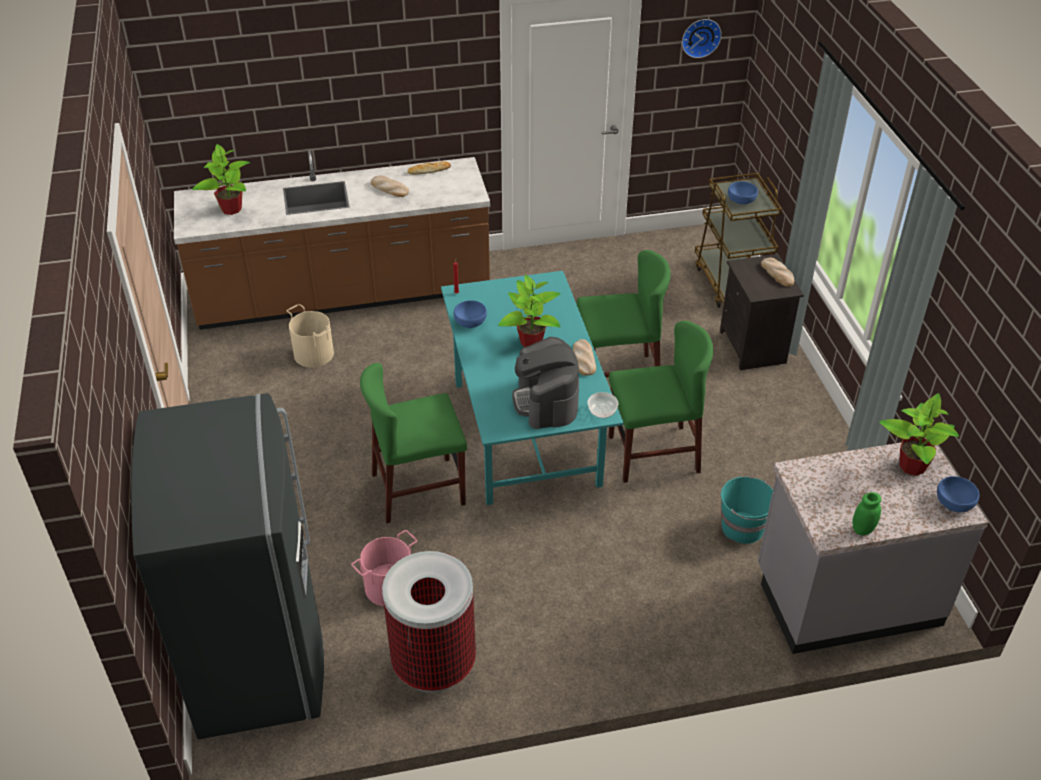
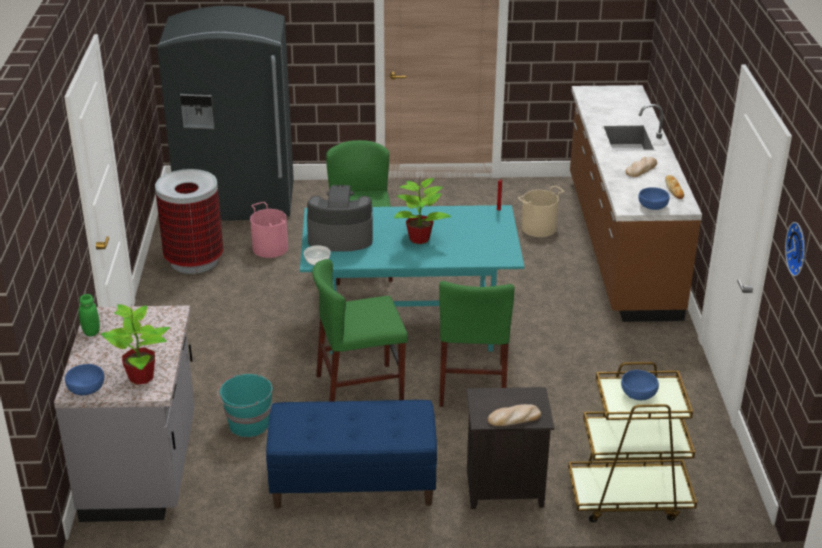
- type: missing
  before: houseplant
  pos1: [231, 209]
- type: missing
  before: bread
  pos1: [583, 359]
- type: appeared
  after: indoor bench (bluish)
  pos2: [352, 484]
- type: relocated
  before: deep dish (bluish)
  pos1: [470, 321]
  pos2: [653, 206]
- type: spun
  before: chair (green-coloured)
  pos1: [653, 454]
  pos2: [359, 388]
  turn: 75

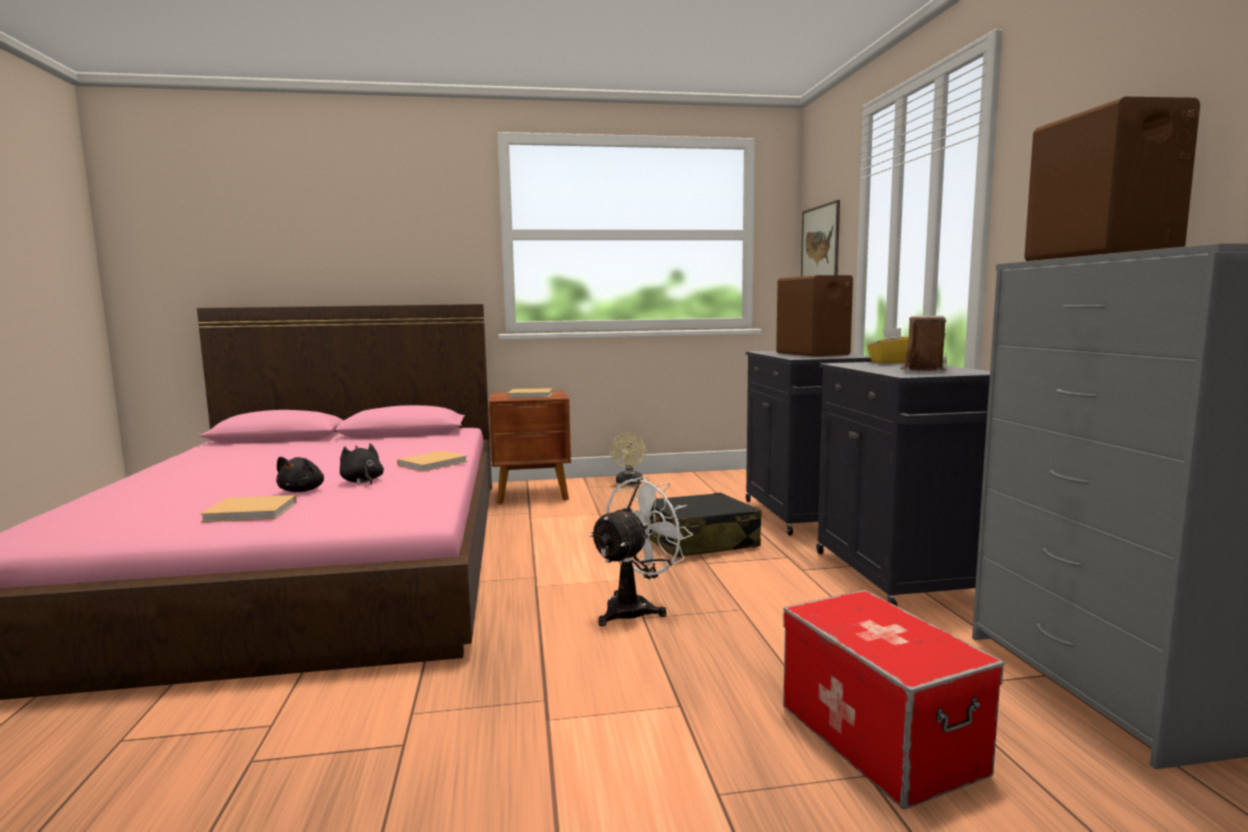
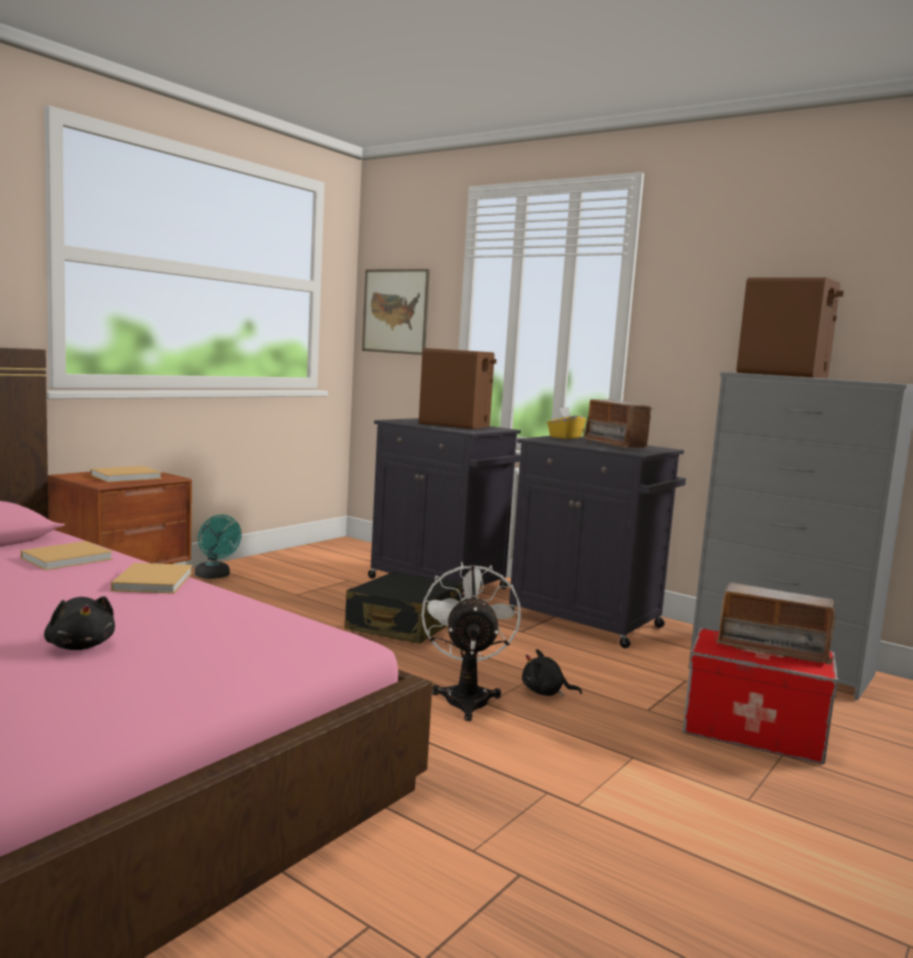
- type: appeared
  after: radio set
  pos2: [772, 649]
- type: relocated
  before: book (beige-coloured)
  pos1: [253, 512]
  pos2: [69, 558]
- type: relocated
  before: cuddly toy (black-coloured)
  pos1: [362, 481]
  pos2: [545, 692]
- type: colour
  before: fan (beige-coloured)
  after: fan (blue-green)
  pos1: [629, 483]
  pos2: [215, 576]

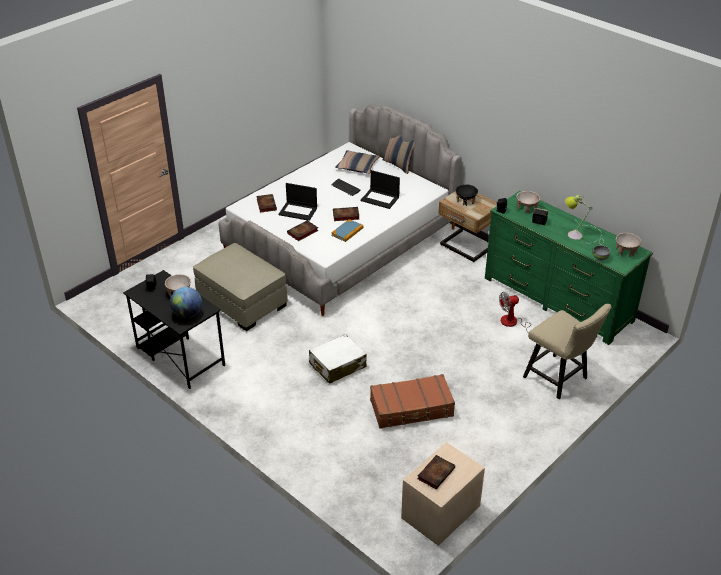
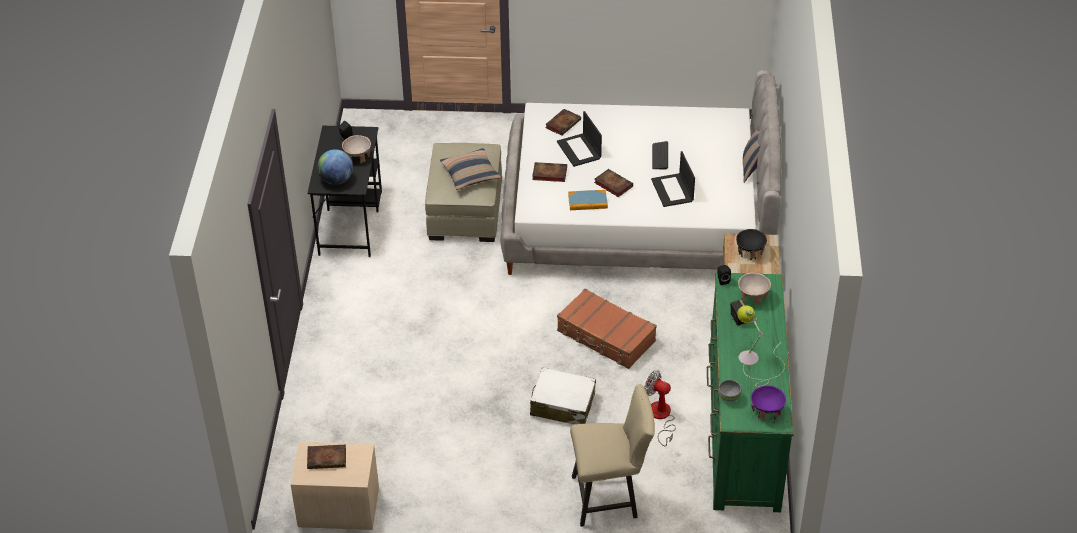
- type: relocated
  before: piece of luggage (whitish)
  pos1: [337, 365]
  pos2: [562, 404]
- type: relocated
  before: throw pillow
  pos1: [357, 166]
  pos2: [470, 174]
- type: relocated
  before: piece of luggage (brownish)
  pos1: [412, 408]
  pos2: [606, 337]
- type: colour
  before: deep dish (beige-coloured)
  after: deep dish (purple-coloured)
  pos1: [626, 251]
  pos2: [767, 411]
- type: spun
  before: chair (beige-coloured)
  pos1: [559, 379]
  pos2: [610, 497]
  turn: -105

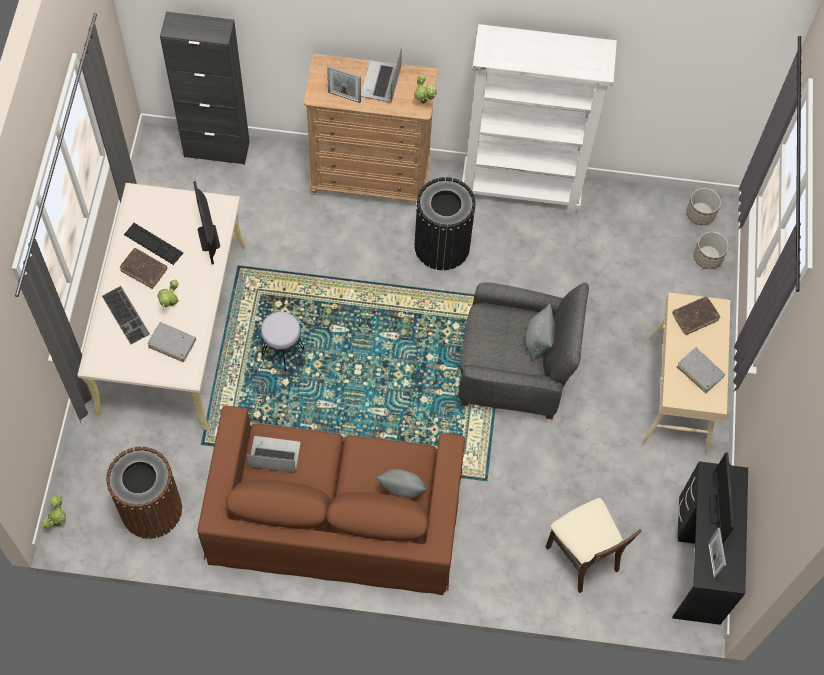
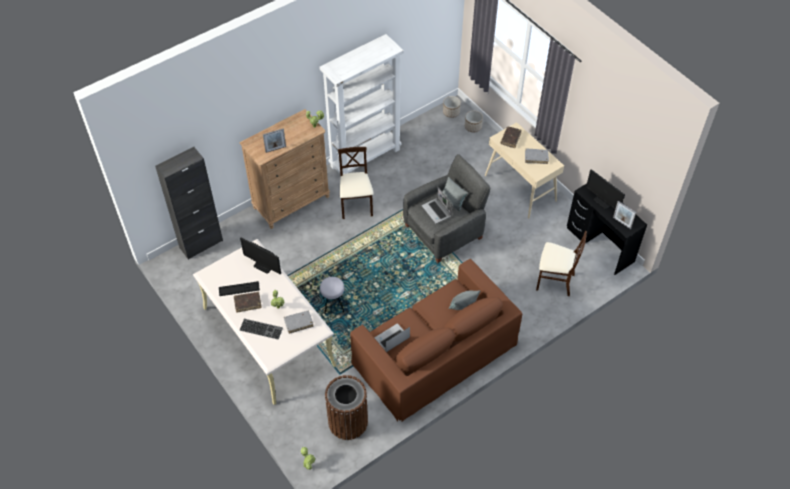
- type: relocated
  before: notebook computer
  pos1: [381, 83]
  pos2: [437, 211]
- type: exchanged
  before: trash can (black-coloured)
  after: chair (beige-coloured)
  pos1: [442, 246]
  pos2: [356, 206]

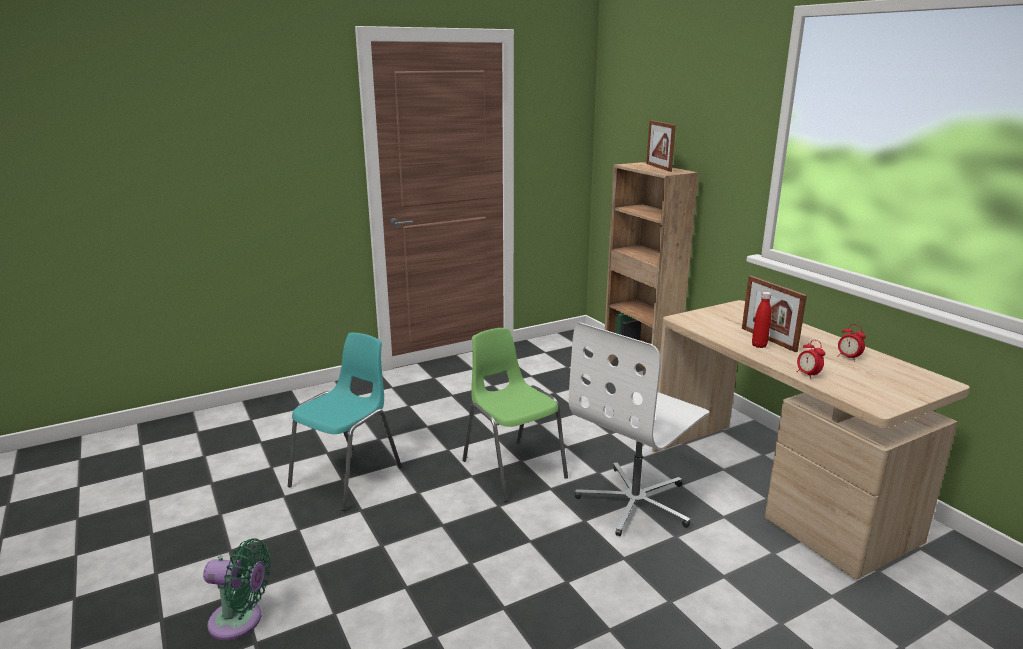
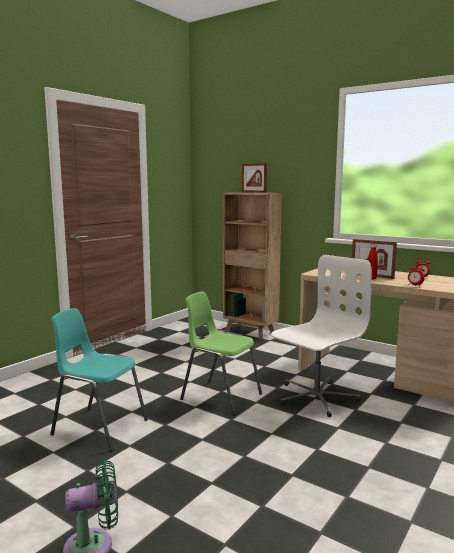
- type: spun
  before: chair (blue-green)
  pos1: [348, 477]
  pos2: [99, 427]
  turn: -75
- type: spun
  before: office chair (whitish)
  pos1: [636, 502]
  pos2: [315, 397]
  turn: -150

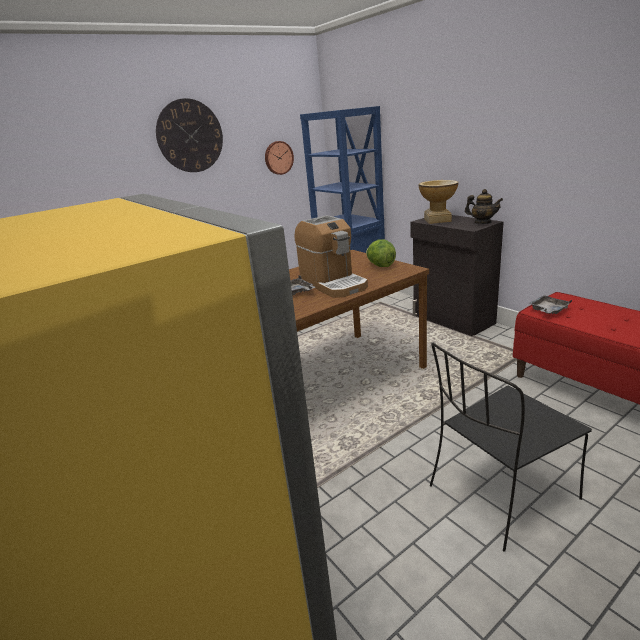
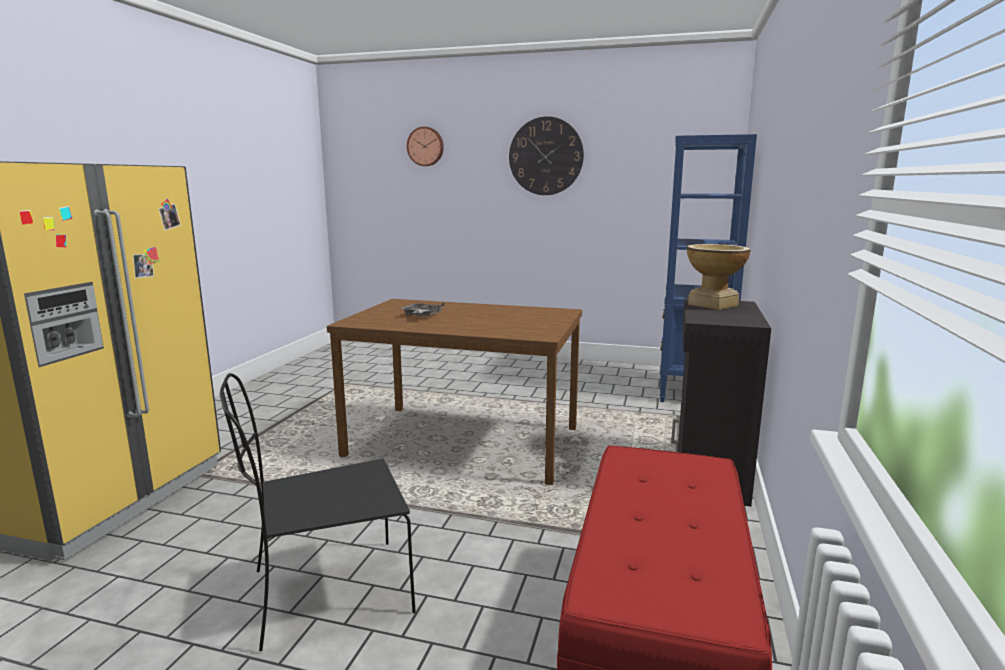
- type: missing
  before: coffee machine
  pos1: [333, 284]
- type: missing
  before: lettuce head
  pos1: [380, 266]
- type: missing
  before: pot for tea
  pos1: [482, 222]
- type: missing
  before: tray (greyish)
  pos1: [548, 310]
- type: relocated
  before: wall clock
  pos1: [278, 158]
  pos2: [425, 146]
- type: spun
  before: chair (black-coloured)
  pos1: [500, 494]
  pos2: [327, 593]
  turn: -45

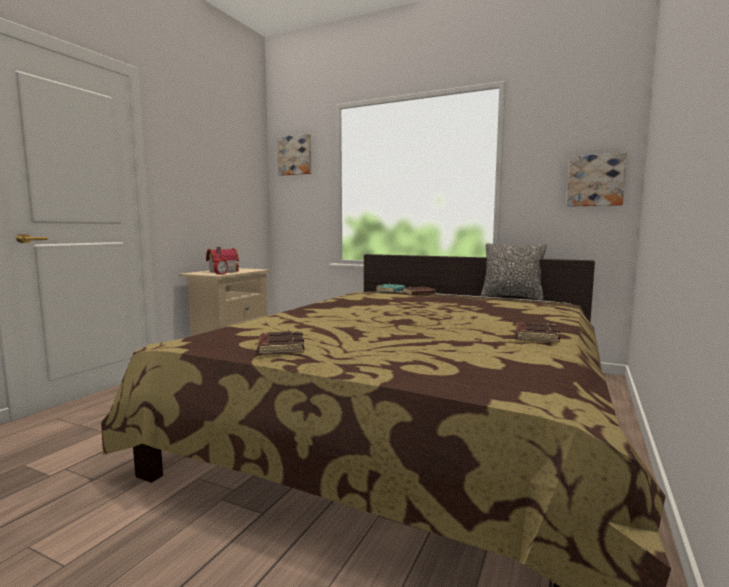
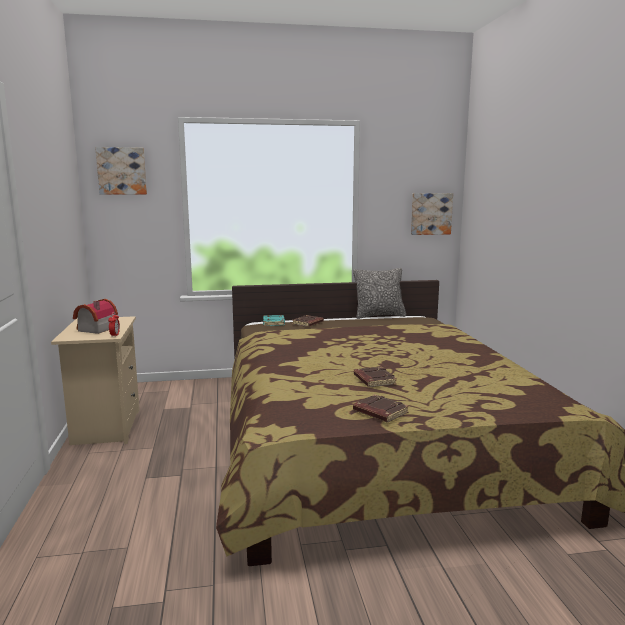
- type: relocated
  before: book (brownish)
  pos1: [535, 336]
  pos2: [373, 380]

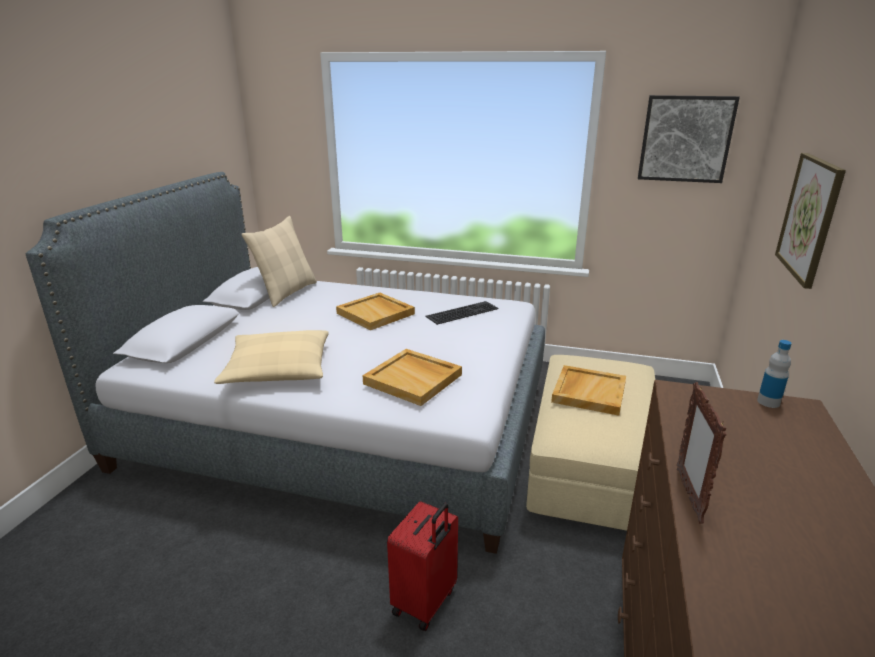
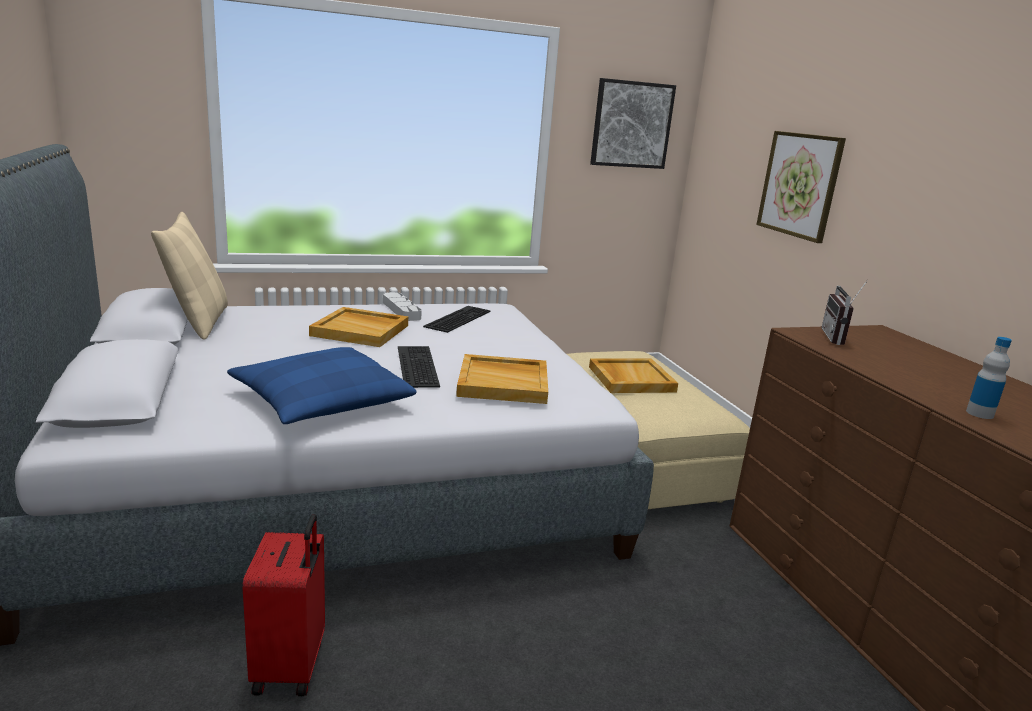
- type: missing
  before: photo frame
  pos1: [688, 495]
- type: appeared
  after: tray (greyish)
  pos2: [401, 310]
- type: appeared
  after: computer keyboard
  pos2: [415, 365]
- type: appeared
  after: radio set
  pos2: [839, 339]
- type: relocated
  before: piece of luggage (red)
  pos1: [425, 602]
  pos2: [291, 667]
- type: relocated
  before: bottle
  pos1: [768, 402]
  pos2: [979, 413]
- type: colour
  before: throw pillow (beige-coloured)
  after: throw pillow (bluish)
  pos1: [278, 369]
  pos2: [321, 401]

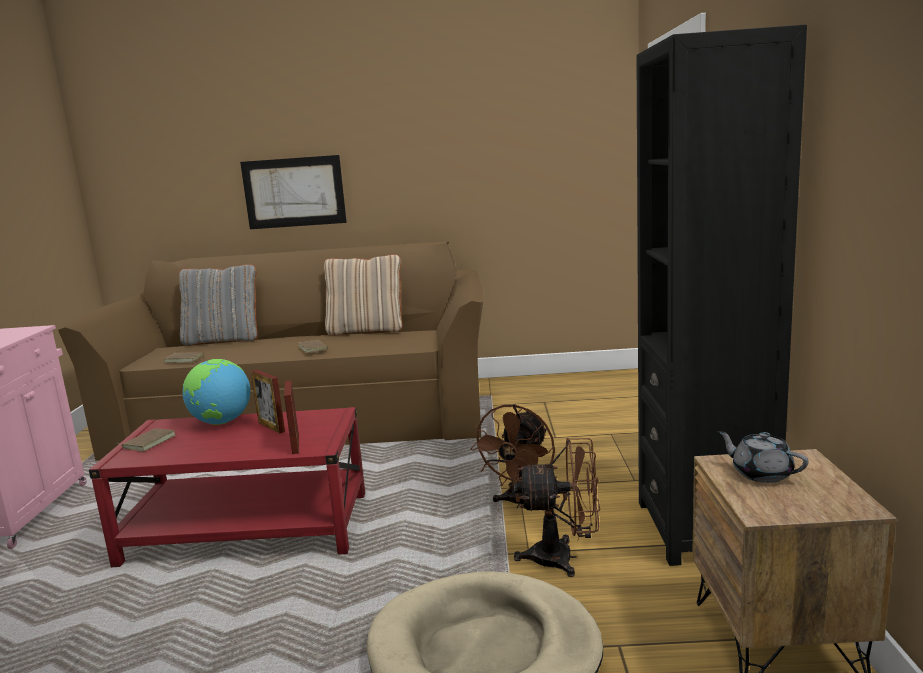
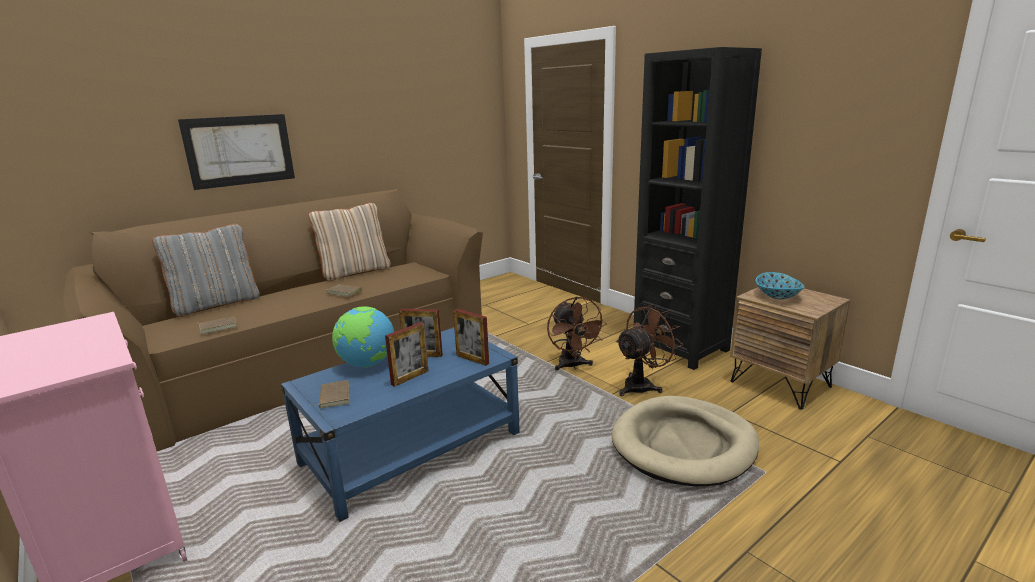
- type: appeared
  after: photo frame
  pos2: [410, 377]
- type: exchanged
  before: pot for tea (greyish)
  after: deep dish
  pos1: [761, 473]
  pos2: [777, 296]
- type: colour
  before: lounge table (red)
  after: lounge table (bluish)
  pos1: [248, 528]
  pos2: [412, 448]

